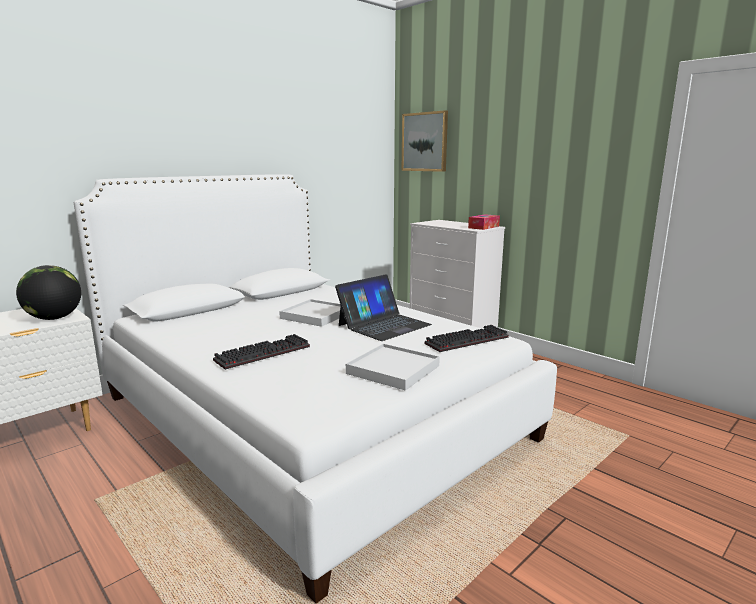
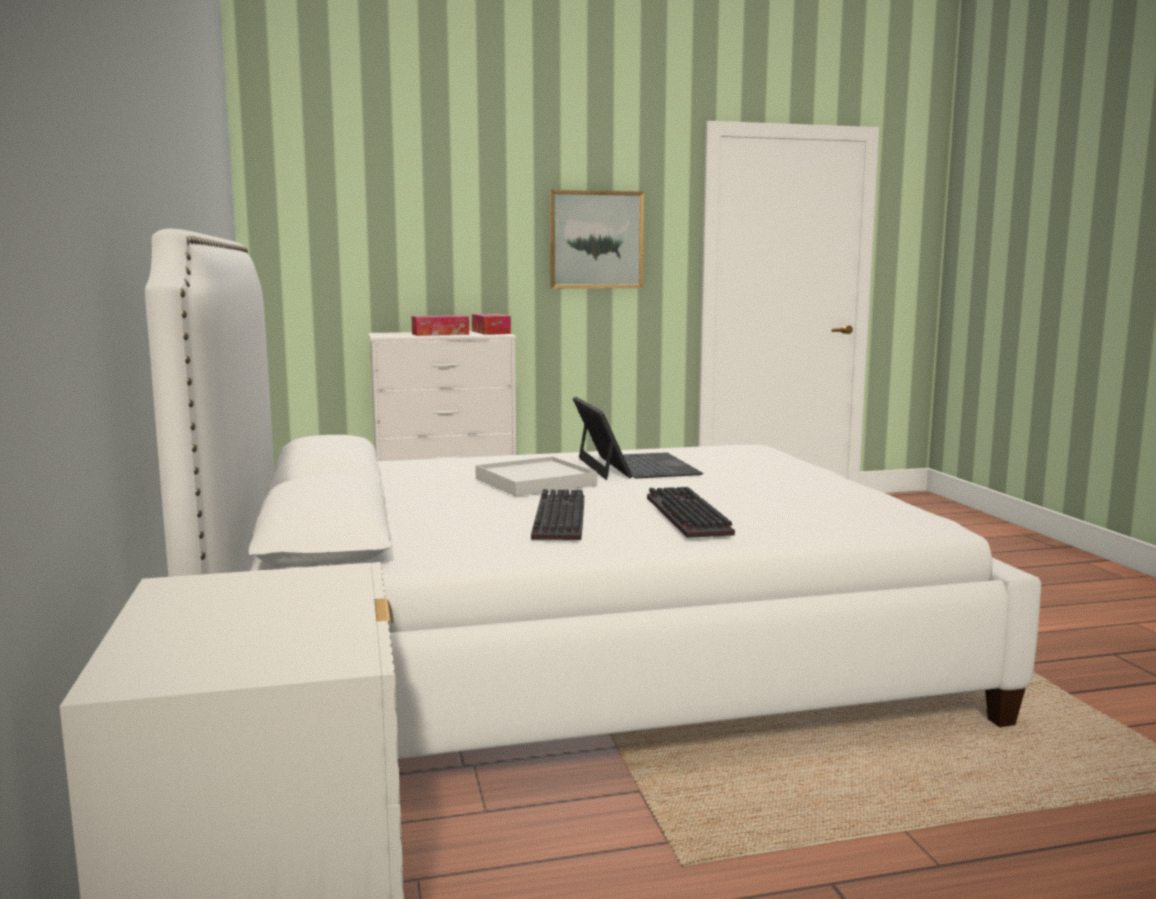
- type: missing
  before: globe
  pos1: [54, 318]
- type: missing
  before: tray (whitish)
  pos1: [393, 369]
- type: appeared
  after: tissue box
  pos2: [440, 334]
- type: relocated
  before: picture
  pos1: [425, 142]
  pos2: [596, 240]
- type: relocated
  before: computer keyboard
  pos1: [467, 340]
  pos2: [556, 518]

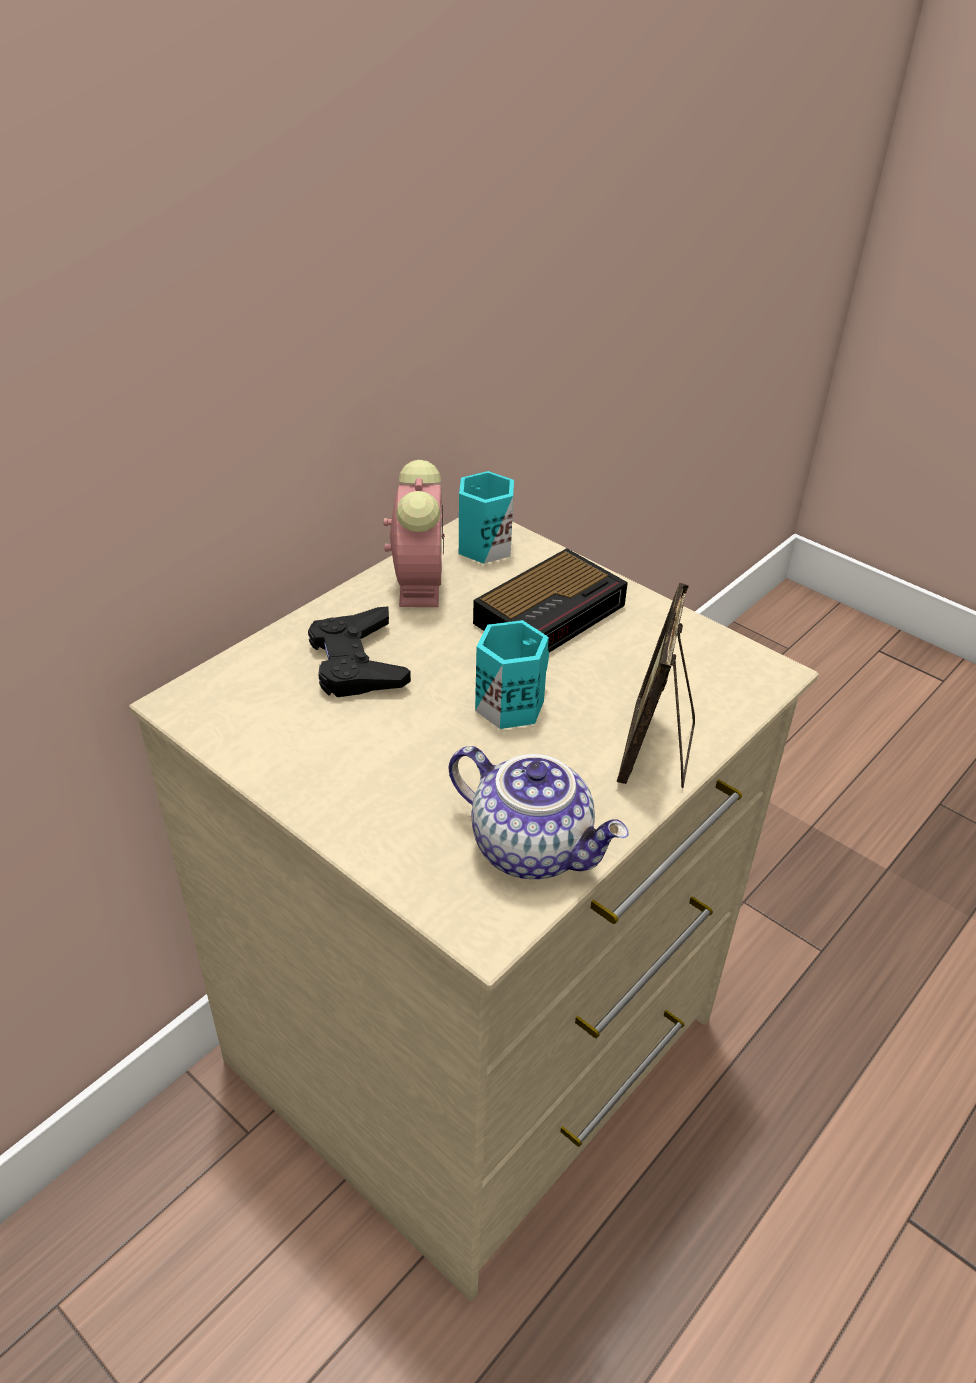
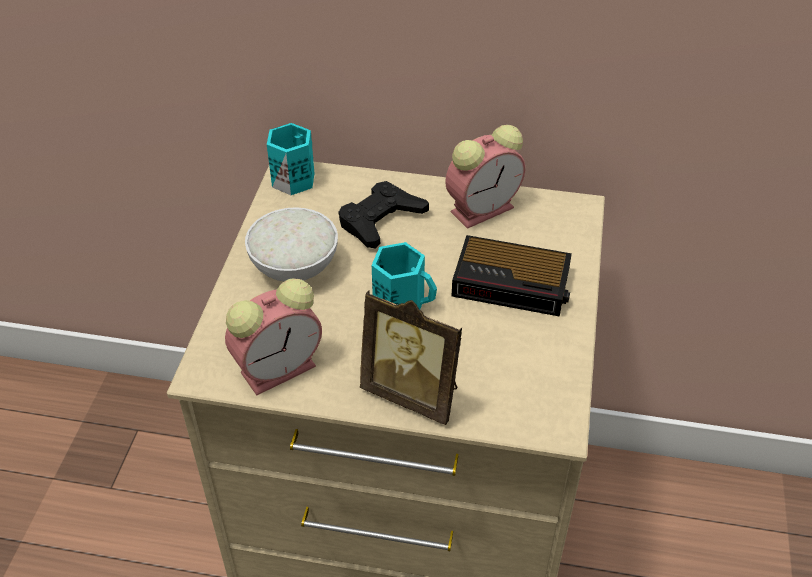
- type: appeared
  after: deep dish (whitish)
  pos2: [294, 267]
- type: relocated
  before: tea mug (blue-green)
  pos1: [482, 545]
  pos2: [293, 178]
- type: exchanged
  before: pot for tea
  after: alarm clock
  pos1: [533, 847]
  pos2: [280, 367]
- type: spun
  before: photo frame
  pos1: [657, 751]
  pos2: [413, 393]
  turn: -135

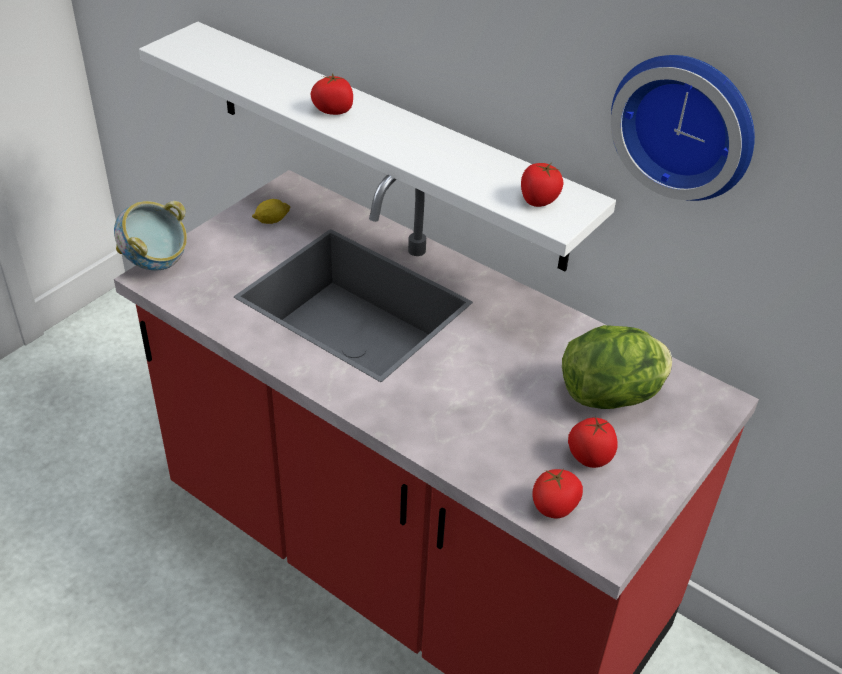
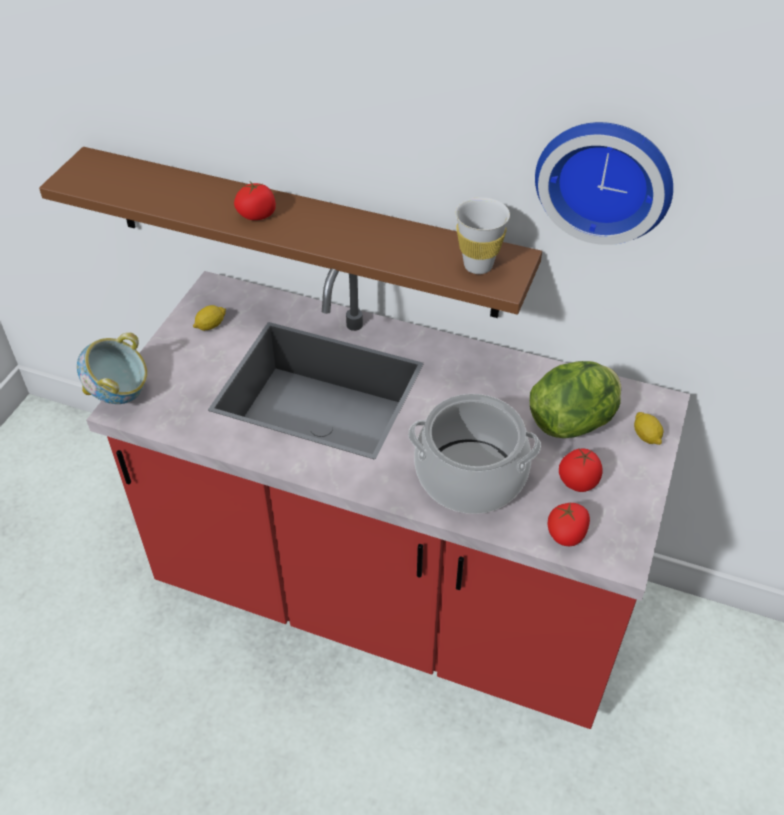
- type: appeared
  after: saucepot
  pos2: [470, 477]
- type: appeared
  after: citrus fruit
  pos2: [646, 436]
- type: exchanged
  before: tomato
  after: drinking cup (whitish)
  pos1: [538, 200]
  pos2: [478, 265]
- type: colour
  before: bracket shelf (whitish)
  after: bracket shelf (brownish)
  pos1: [383, 143]
  pos2: [301, 232]

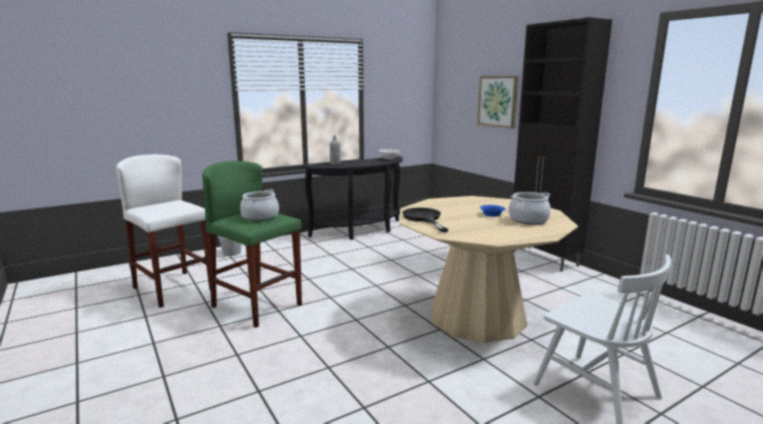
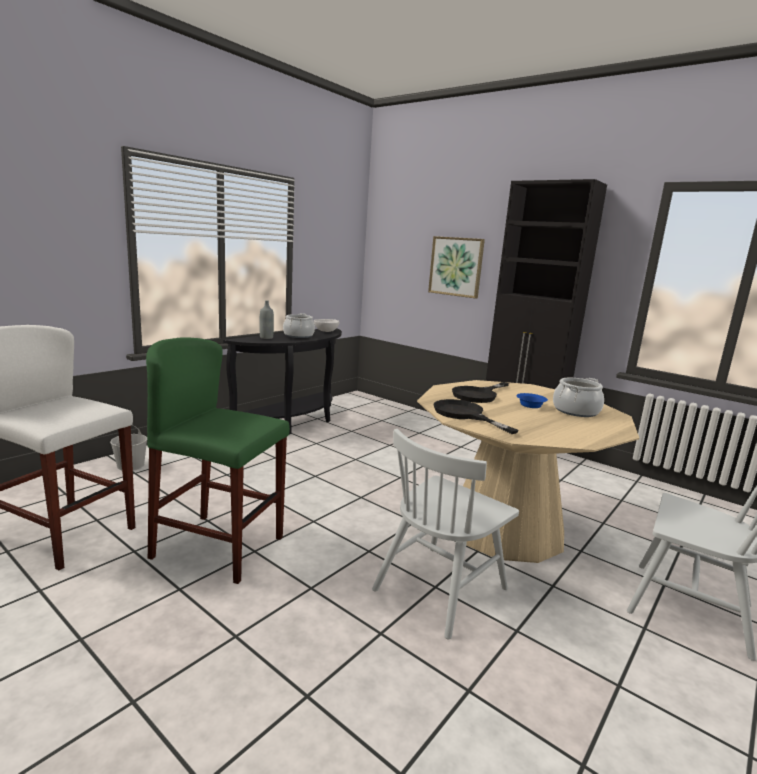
- type: appeared
  after: chair (whitish)
  pos2: [440, 588]
- type: appeared
  after: pan (black-coloured)
  pos2: [478, 395]
- type: relocated
  before: saucepot
  pos1: [260, 217]
  pos2: [298, 335]

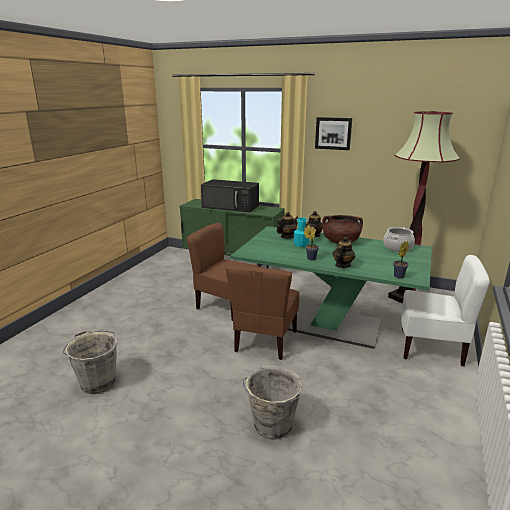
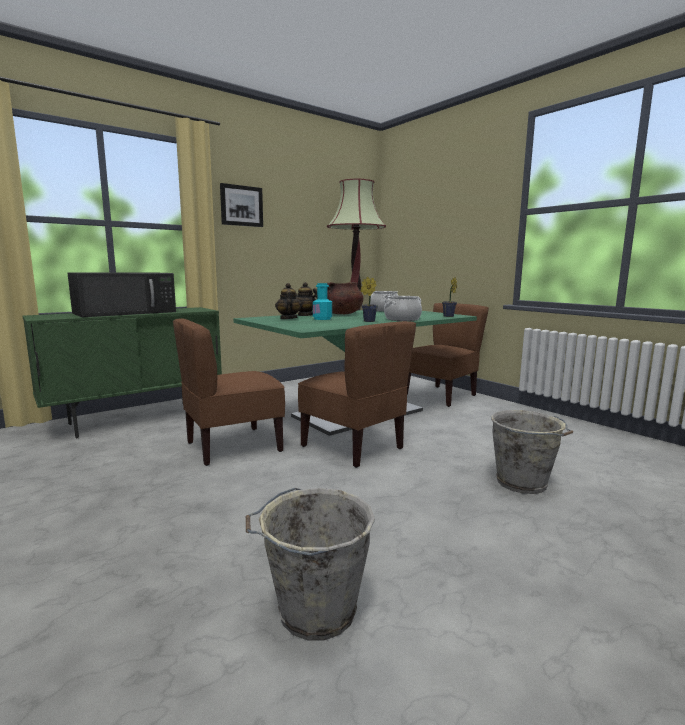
- type: exchanged
  before: pot for tea
  after: saucepot
  pos1: [342, 265]
  pos2: [402, 319]
- type: colour
  before: chair (whitish)
  after: chair (brownish)
  pos1: [431, 348]
  pos2: [441, 396]

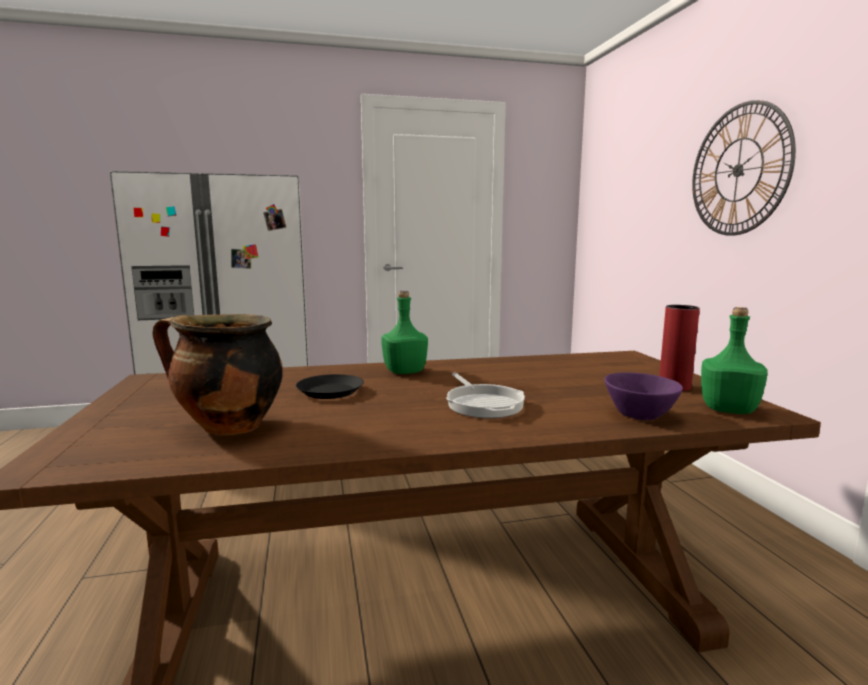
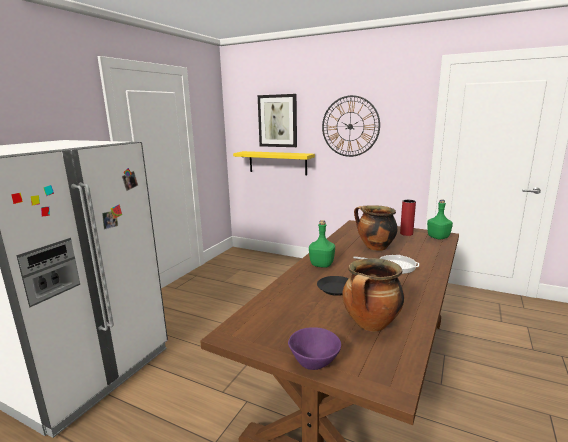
- type: appeared
  after: bracket shelf (yellow)
  pos2: [277, 163]
- type: appeared
  after: picture
  pos2: [278, 121]
- type: appeared
  after: saucepot
  pos2: [374, 247]
- type: relocated
  before: deep dish (purple-coloured)
  pos1: [639, 416]
  pos2: [315, 363]

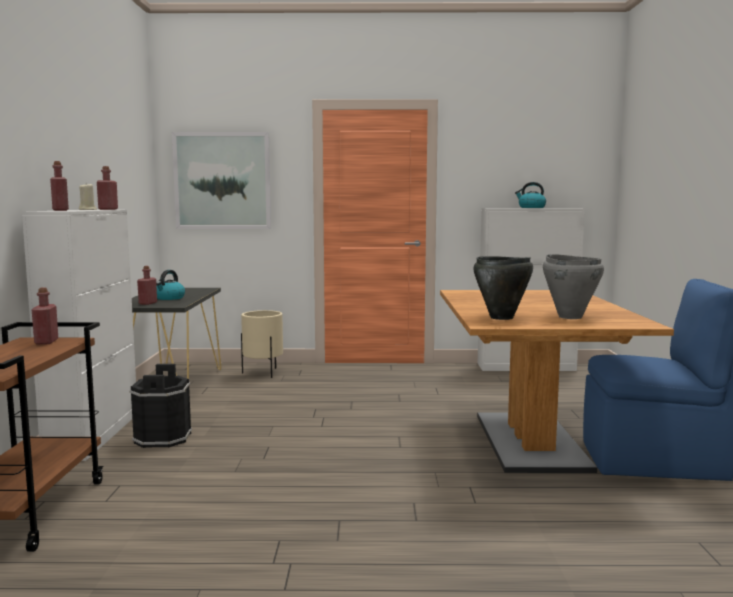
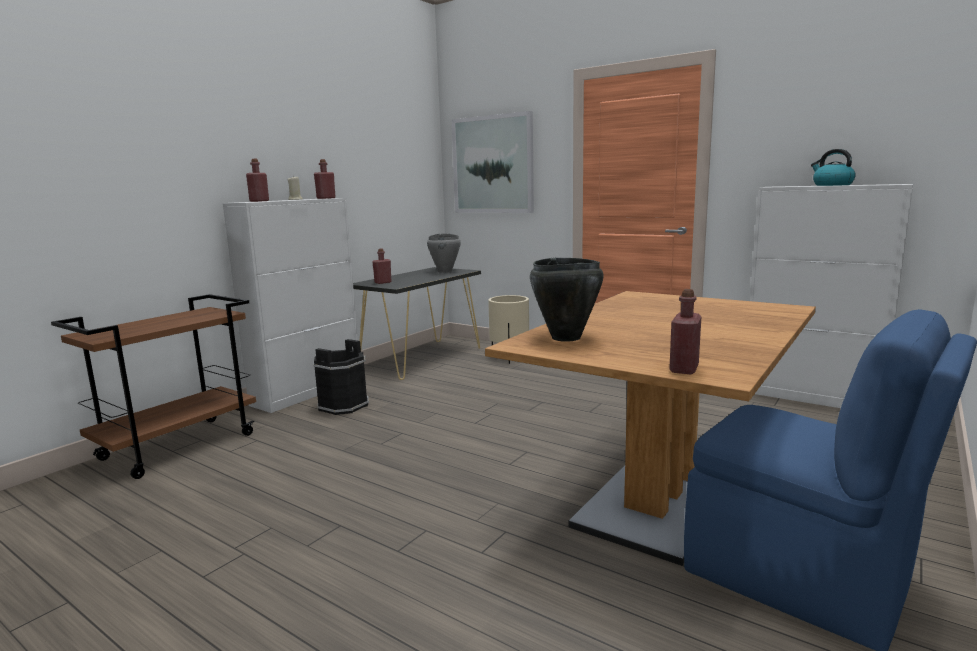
- type: missing
  before: tea kettle
  pos1: [169, 298]
- type: relocated
  before: bottle (red)
  pos1: [46, 342]
  pos2: [684, 369]
- type: relocated
  before: saucepot (greyish)
  pos1: [570, 317]
  pos2: [445, 271]

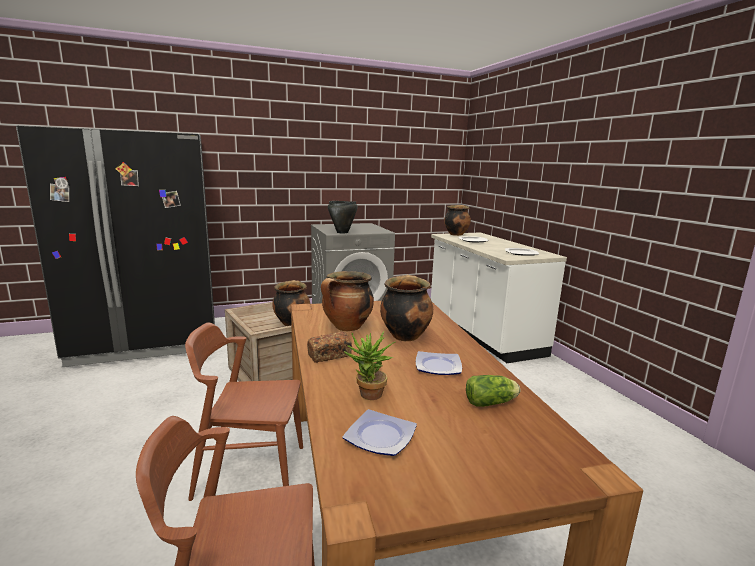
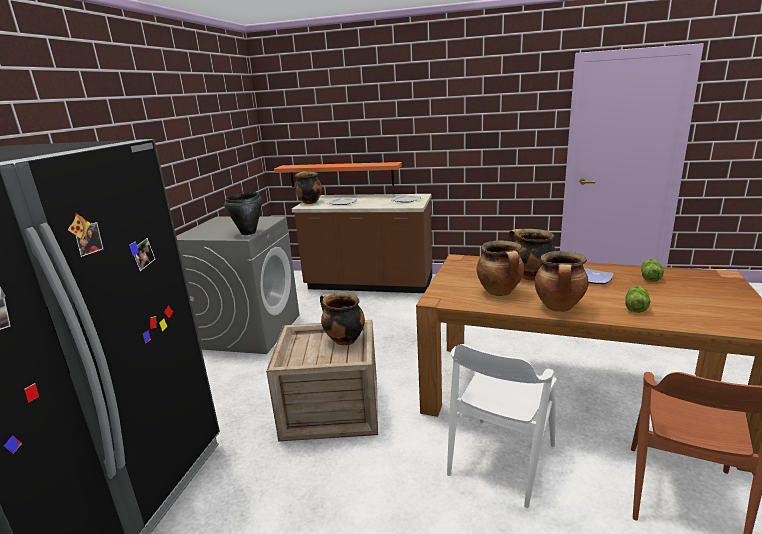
- type: missing
  before: plate
  pos1: [379, 436]
- type: appeared
  after: bracket shelf (orange-coloured)
  pos2: [341, 175]
- type: exchanged
  before: bread
  after: saucepot
  pos1: [329, 355]
  pos2: [559, 307]
- type: exchanged
  before: houseplant
  after: lettuce head
  pos1: [368, 396]
  pos2: [636, 306]
- type: colour
  before: chair (brownish)
  after: chair (whitish)
  pos1: [250, 471]
  pos2: [501, 459]
- type: colour
  before: counter (whitish)
  after: counter (brownish)
  pos1: [482, 334]
  pos2: [369, 284]

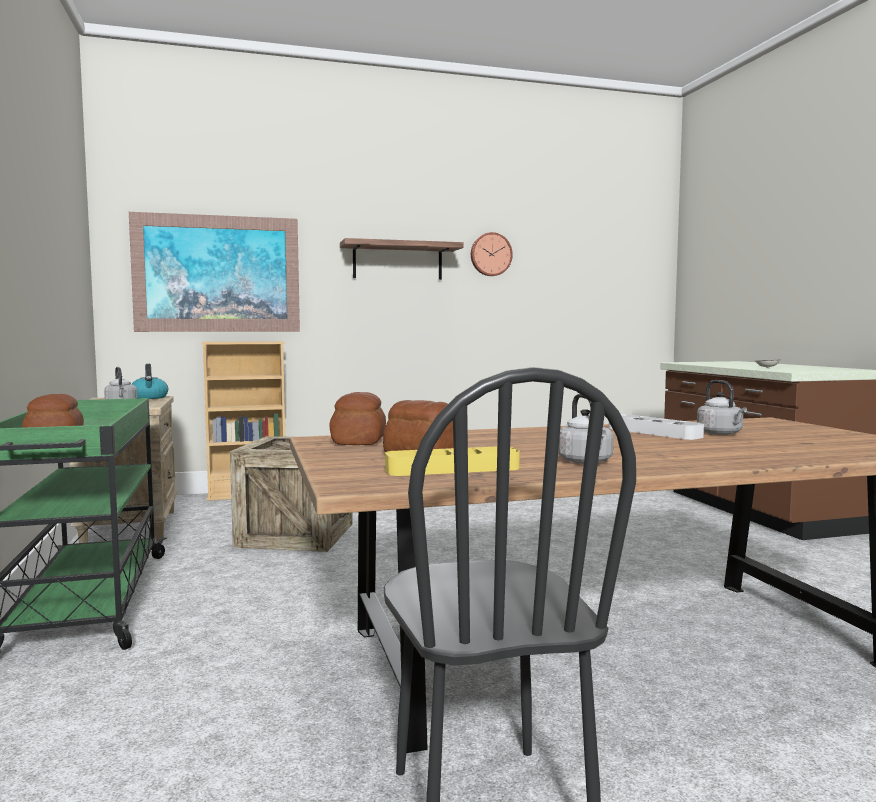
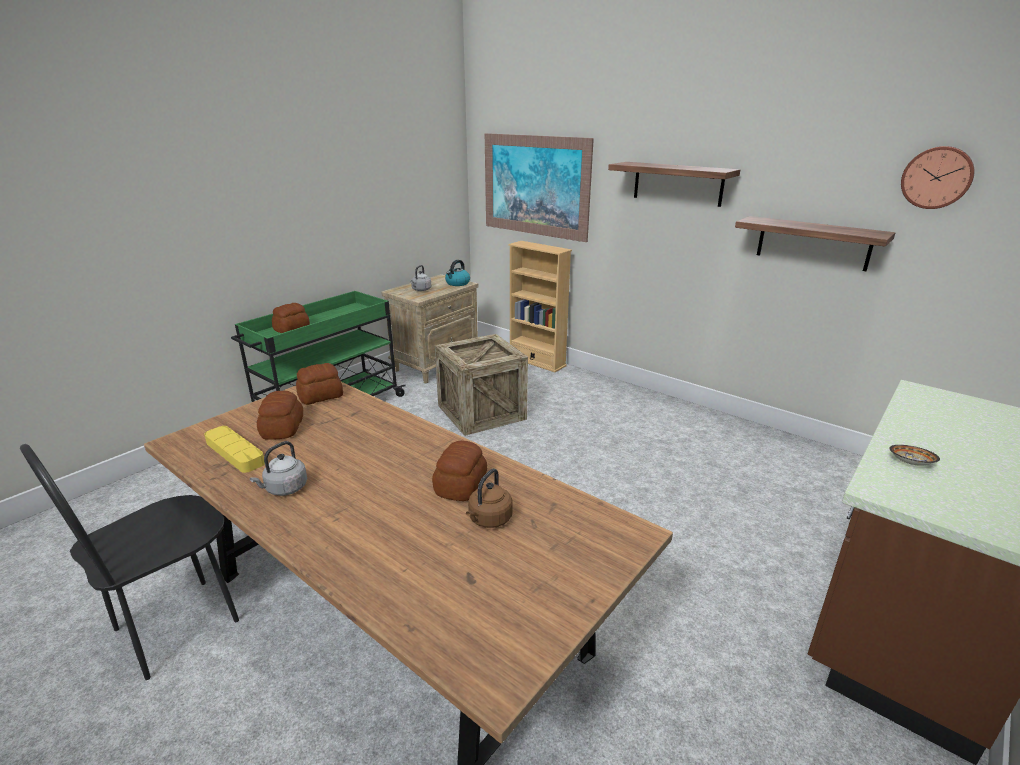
- type: appeared
  after: bracket shelf
  pos2: [813, 243]
- type: relocated
  before: wall clock
  pos1: [490, 254]
  pos2: [937, 177]
- type: exchanged
  before: tray (greyish)
  after: bread
  pos1: [653, 432]
  pos2: [462, 485]
- type: colour
  before: tea kettle (greyish)
  after: tea kettle (brownish)
  pos1: [721, 433]
  pos2: [489, 520]

